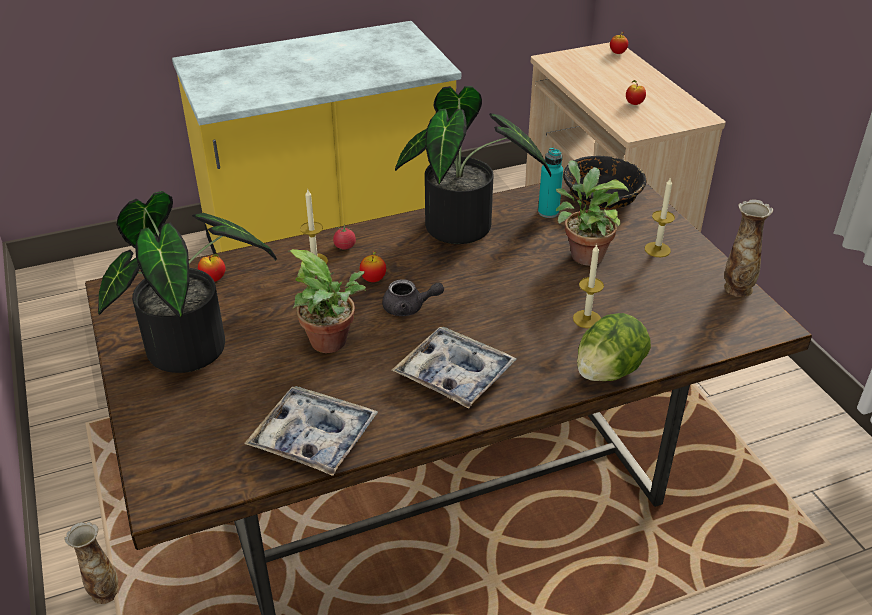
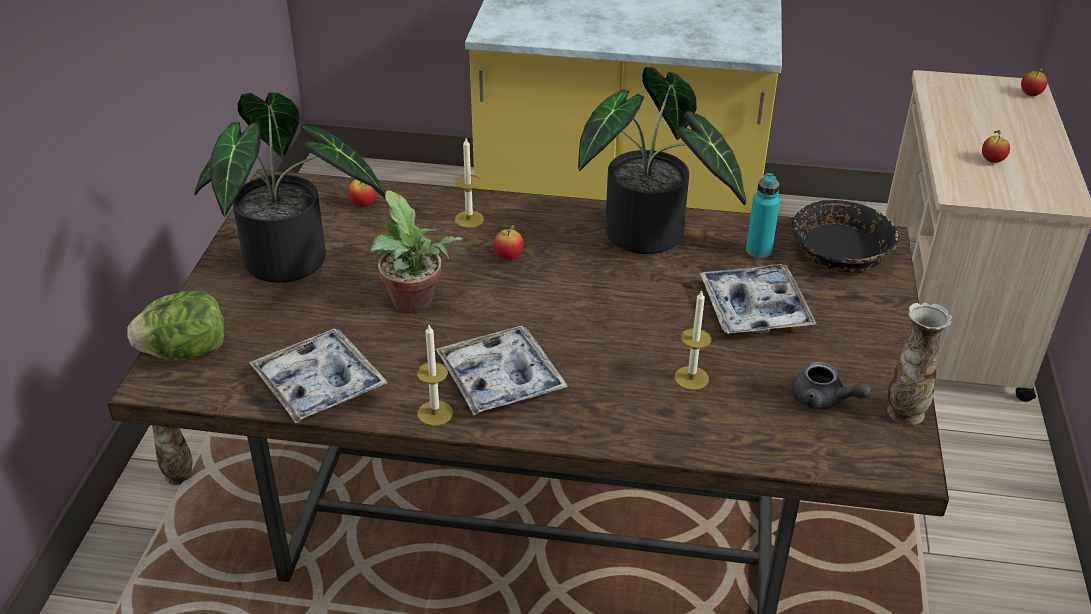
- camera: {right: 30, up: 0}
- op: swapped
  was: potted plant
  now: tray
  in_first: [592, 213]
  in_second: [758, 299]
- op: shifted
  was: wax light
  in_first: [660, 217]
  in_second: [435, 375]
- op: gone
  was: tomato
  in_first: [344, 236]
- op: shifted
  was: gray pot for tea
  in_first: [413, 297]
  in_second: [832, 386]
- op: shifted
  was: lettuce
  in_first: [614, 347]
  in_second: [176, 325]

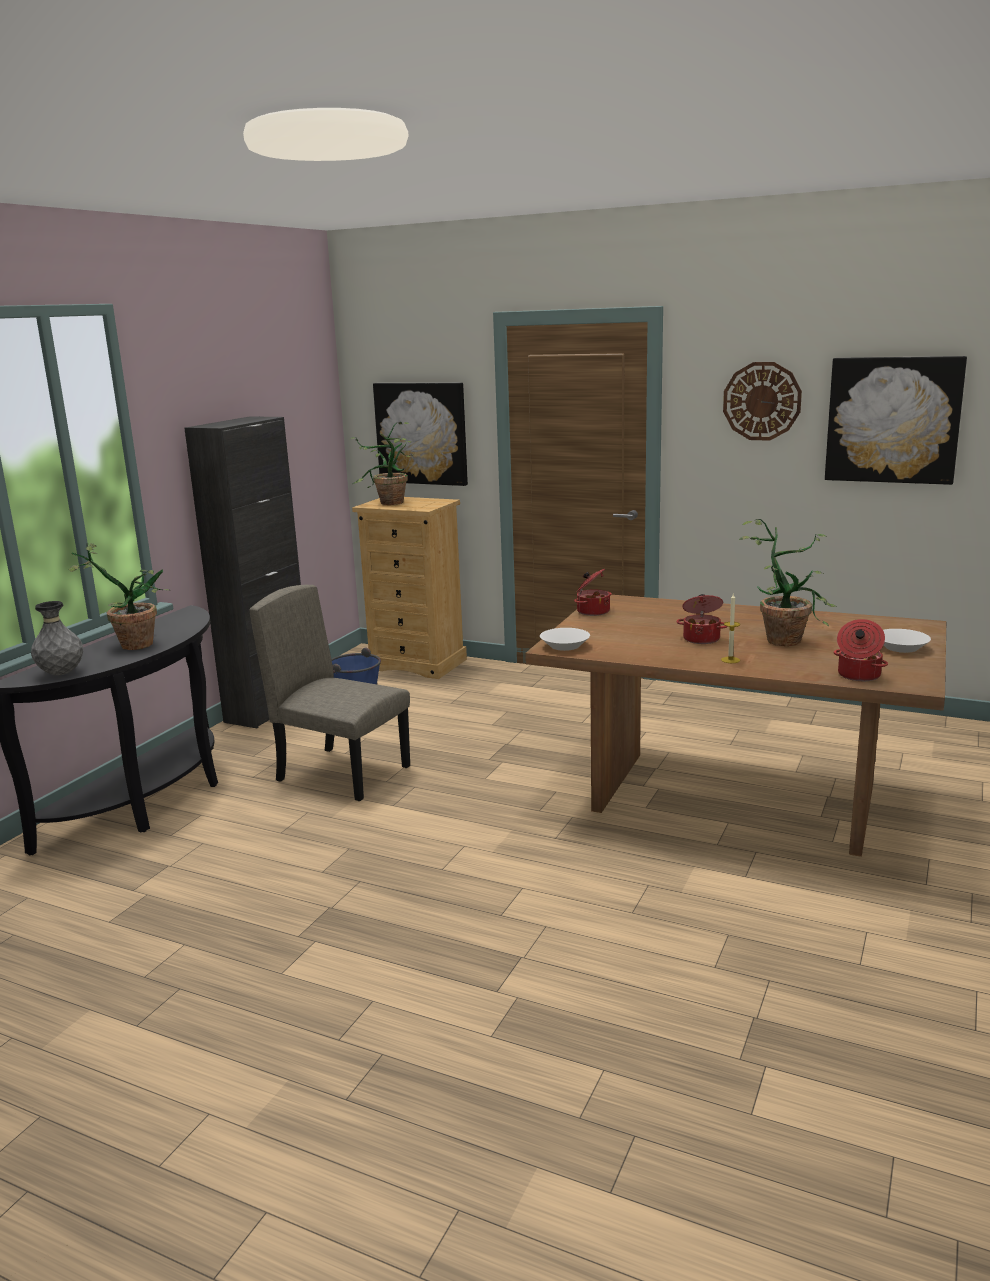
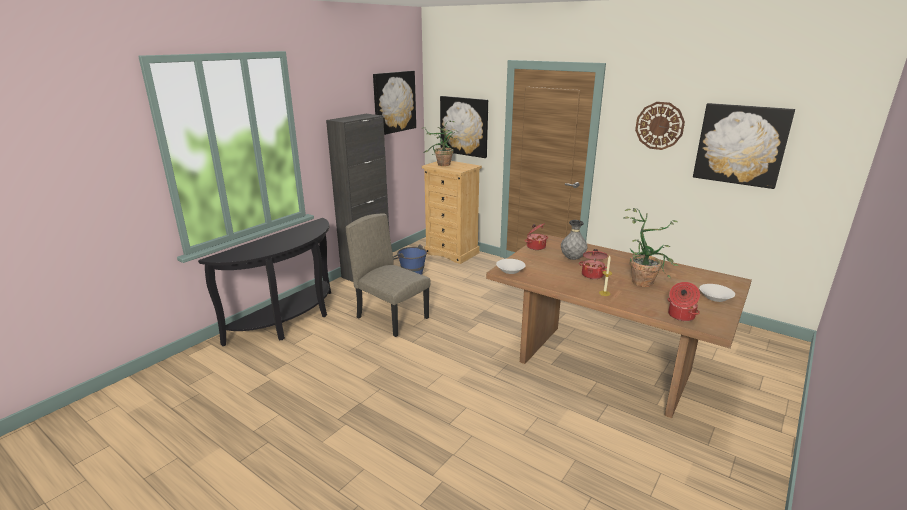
- camera: {right: 10, up: 5}
- op: gone
  was: potted plant
  in_first: [120, 596]
- op: shifted
  was: gray flower vase
  in_first: [57, 638]
  in_second: [574, 240]
- op: new
  now: picture
  in_second: [394, 103]

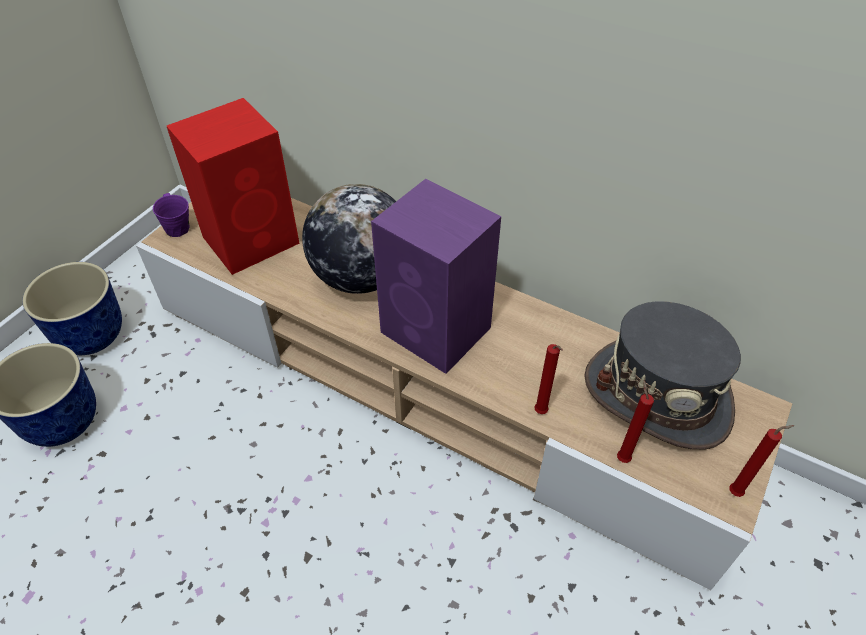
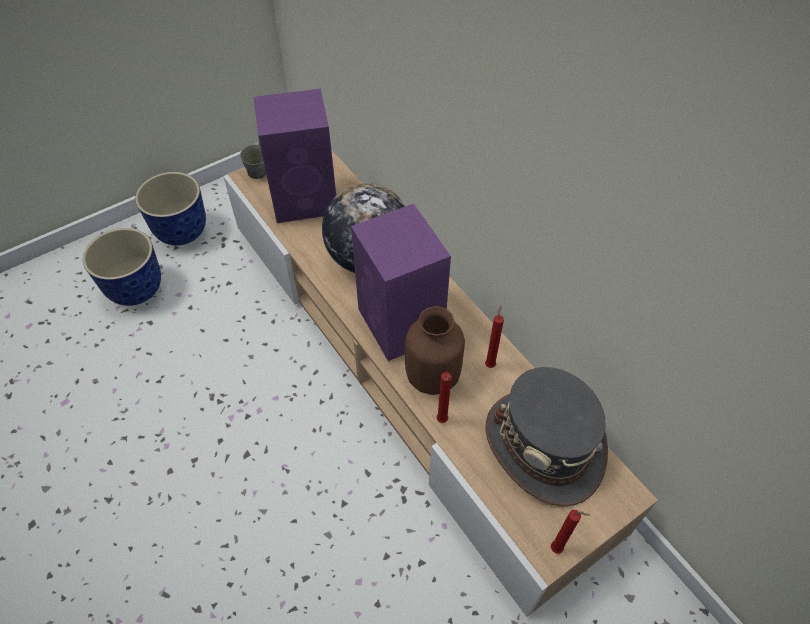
- camera: {right: 25, up: 5}
- op: repainted
  was: red loudspeaker
  now: purplish loudspeaker
  in_first: [233, 186]
  in_second: [294, 156]
- op: repainted
  was: purplish tea mug
  now: gray tea mug
  in_first: [171, 215]
  in_second: [253, 160]
- op: shifted
  was: red wax light
  in_first: [635, 421]
  in_second: [494, 336]
- op: new
  now: brown flower vase
  in_second: [435, 350]

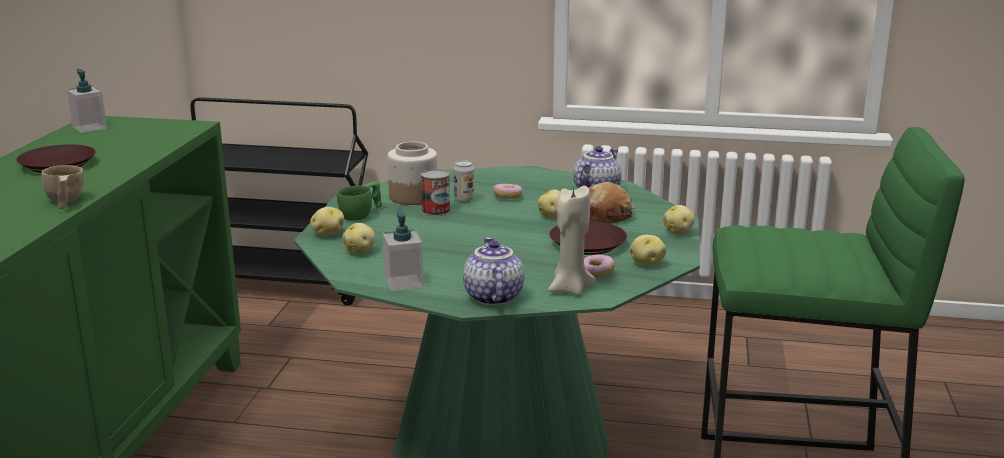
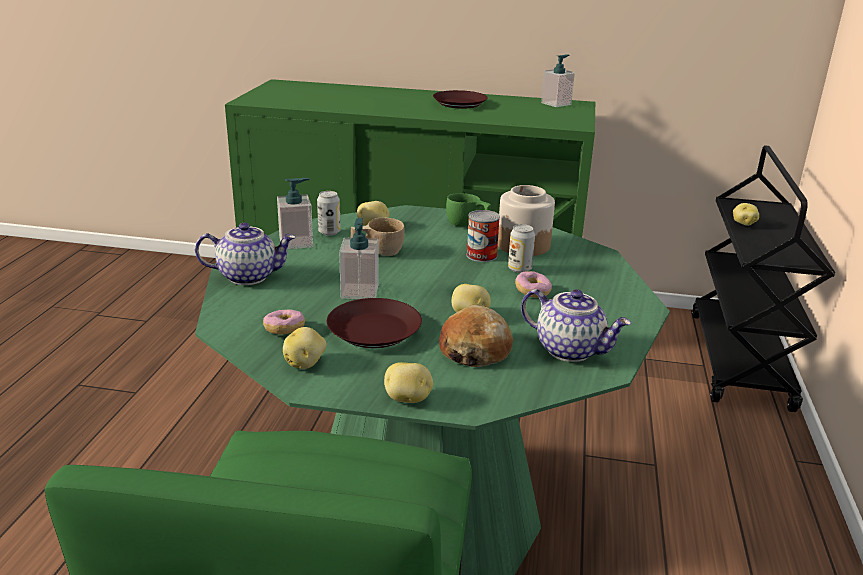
- camera: {right: 90, up: 5}
- op: shifted
  was: beige-coloured small cup
  in_first: [62, 187]
  in_second: [378, 236]
- op: gone
  was: beige-coloured wax light
  in_first: [572, 240]
- op: shifted
  was: spud
  in_first: [327, 221]
  in_second: [746, 214]
- op: new
  now: sealed can
  in_second: [328, 213]
- op: new
  now: liquid soap bottle
  in_second: [359, 258]

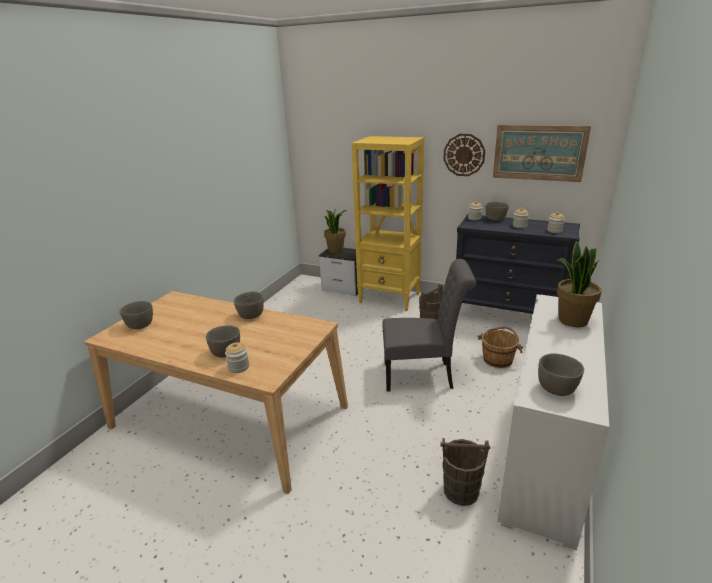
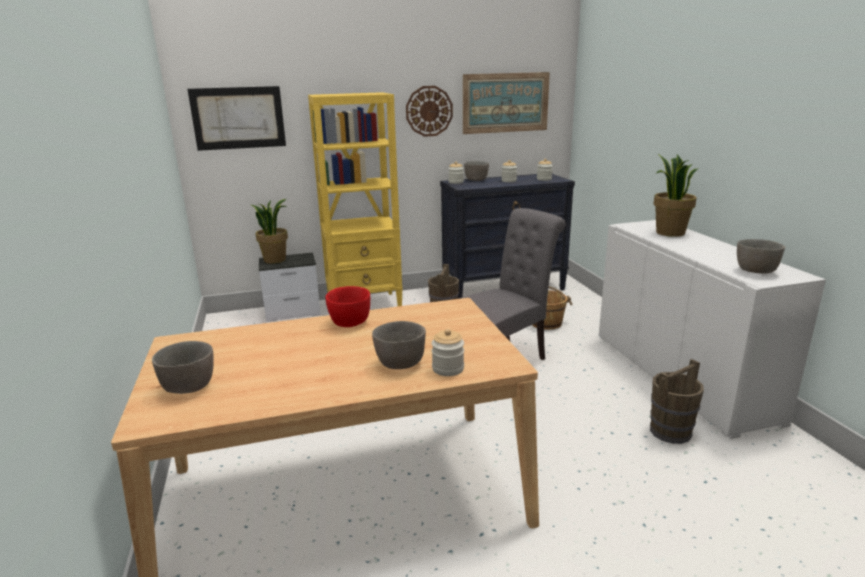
- camera: {right: -40, up: -5}
- op: repainted
  was: gray deep dish
  now: red deep dish
  in_first: [249, 305]
  in_second: [347, 306]
- op: new
  now: picture
  in_second: [236, 118]

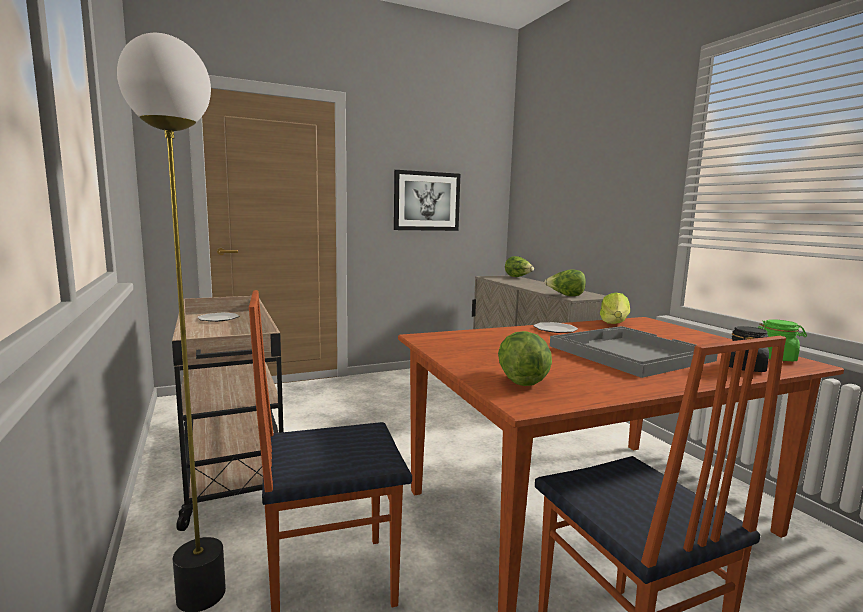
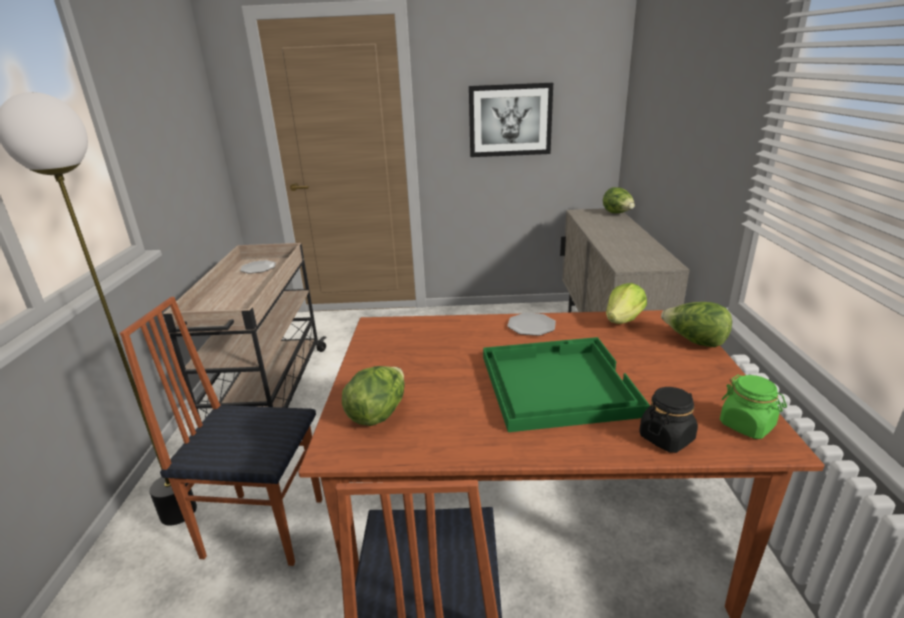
- camera: {right: 25, up: 15}
- op: shifted
  was: lettuce
  in_first: [565, 282]
  in_second: [696, 324]
- op: repainted
  was: gray tray
  now: green tray
  in_first: [634, 352]
  in_second: [566, 384]

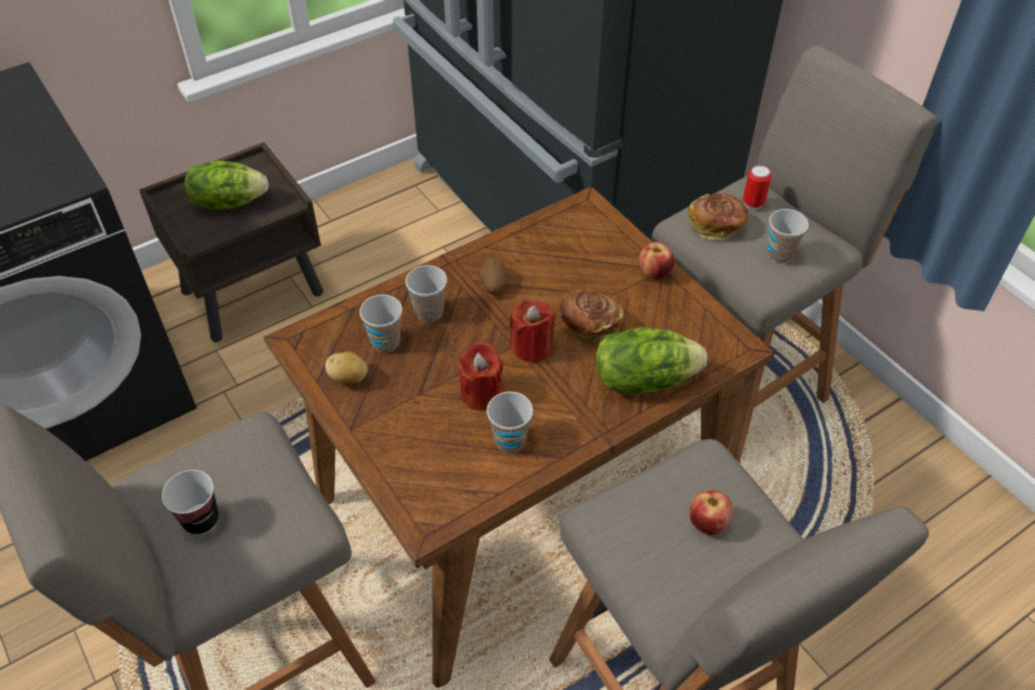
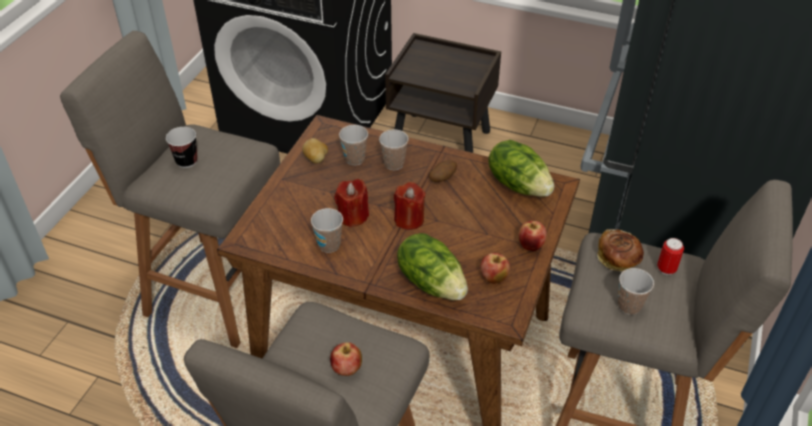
- camera: {right: 55, up: -5}
- op: shifted
  was: lettuce
  in_first: [226, 185]
  in_second: [521, 168]
- op: gone
  was: bread
  in_first: [592, 316]
- op: new
  now: apple fruit
  in_second: [495, 268]

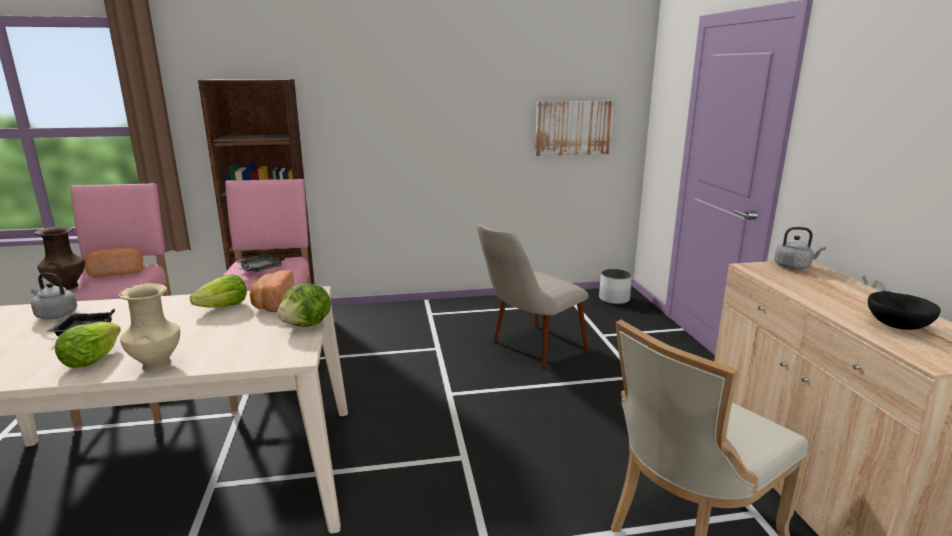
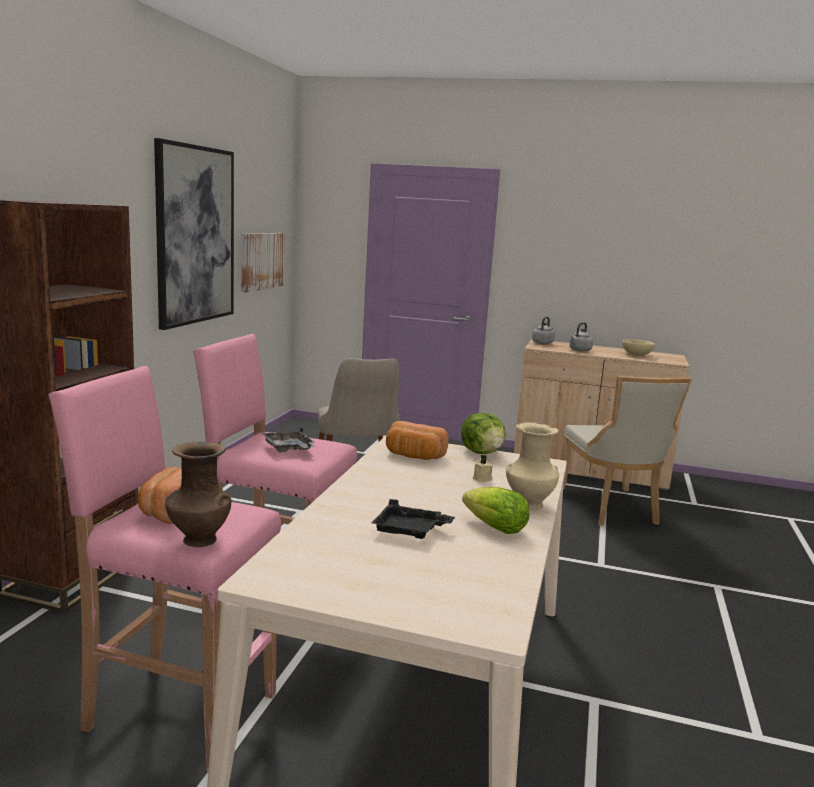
- camera: {right: -65, up: -5}
- op: gone
  was: white-coloured flower pot
  in_first: [615, 287]
- op: shifted
  was: gray tea kettle
  in_first: [54, 296]
  in_second: [581, 337]
- op: gone
  was: lettuce
  in_first: [218, 291]
- op: repainted
  was: black deep dish
  now: beige-coloured deep dish
  in_first: [904, 310]
  in_second: [638, 347]
- op: new
  now: picture
  in_second: [194, 234]
- op: new
  now: beige-coloured wax light
  in_second: [483, 468]

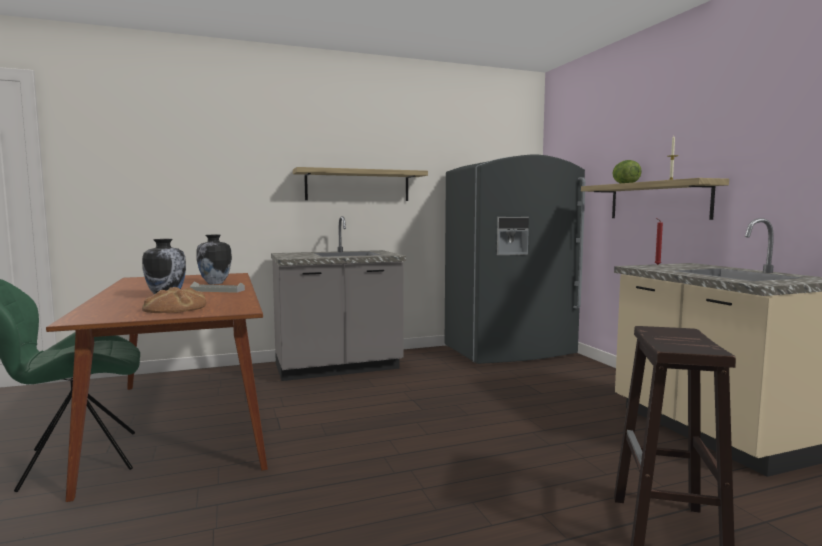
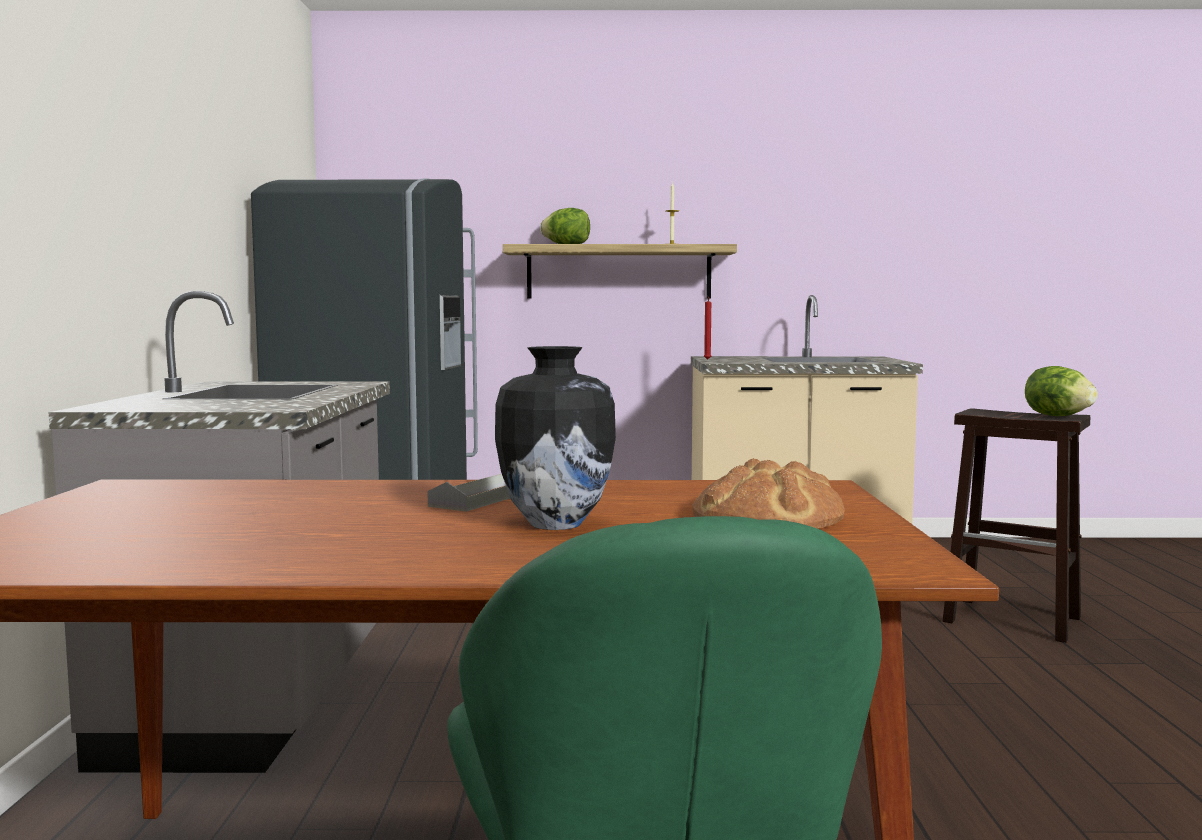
- camera: {right: -70, up: 0}
- op: gone
  was: bracket shelf
  in_first: [360, 184]
- op: gone
  was: flower vase
  in_first: [214, 259]
- op: new
  now: lettuce
  in_second: [1061, 391]

